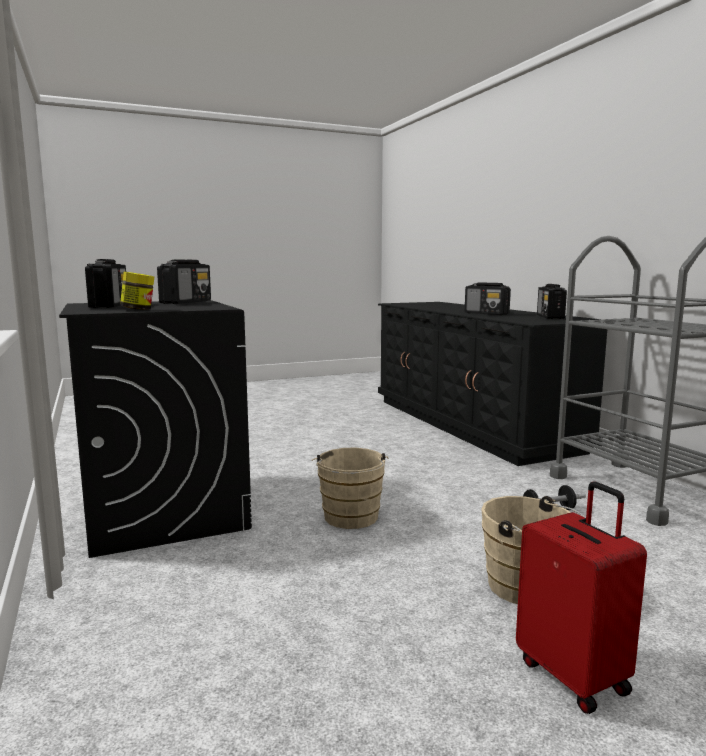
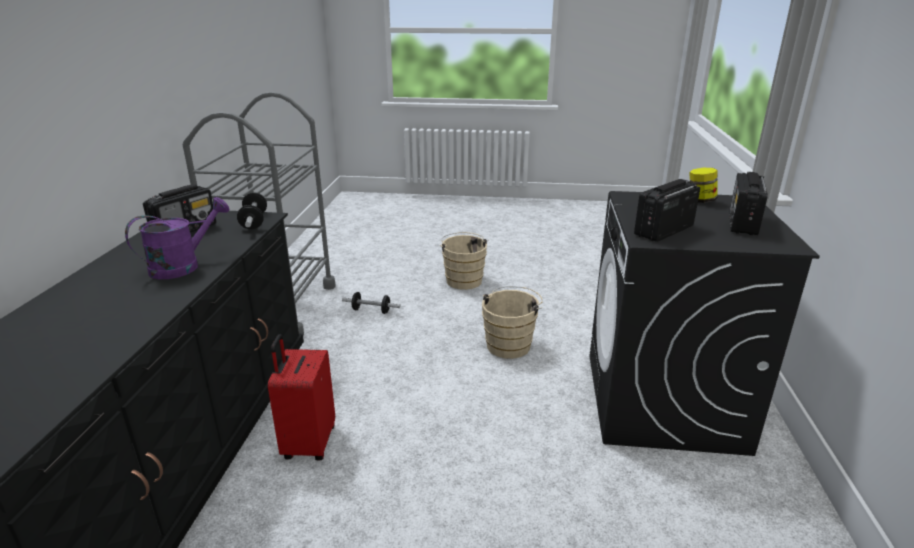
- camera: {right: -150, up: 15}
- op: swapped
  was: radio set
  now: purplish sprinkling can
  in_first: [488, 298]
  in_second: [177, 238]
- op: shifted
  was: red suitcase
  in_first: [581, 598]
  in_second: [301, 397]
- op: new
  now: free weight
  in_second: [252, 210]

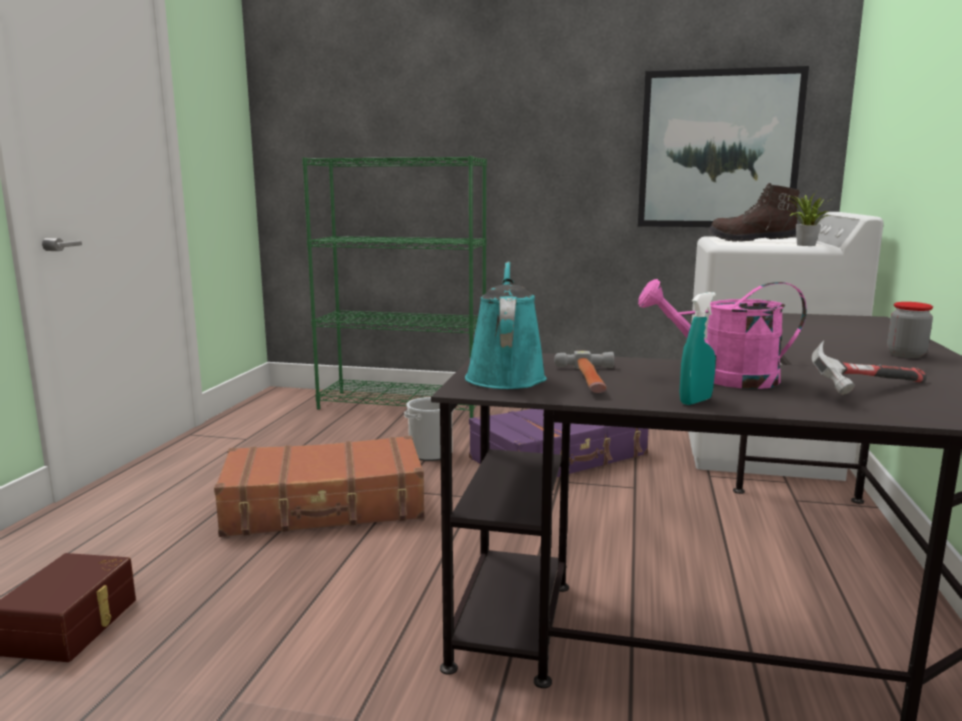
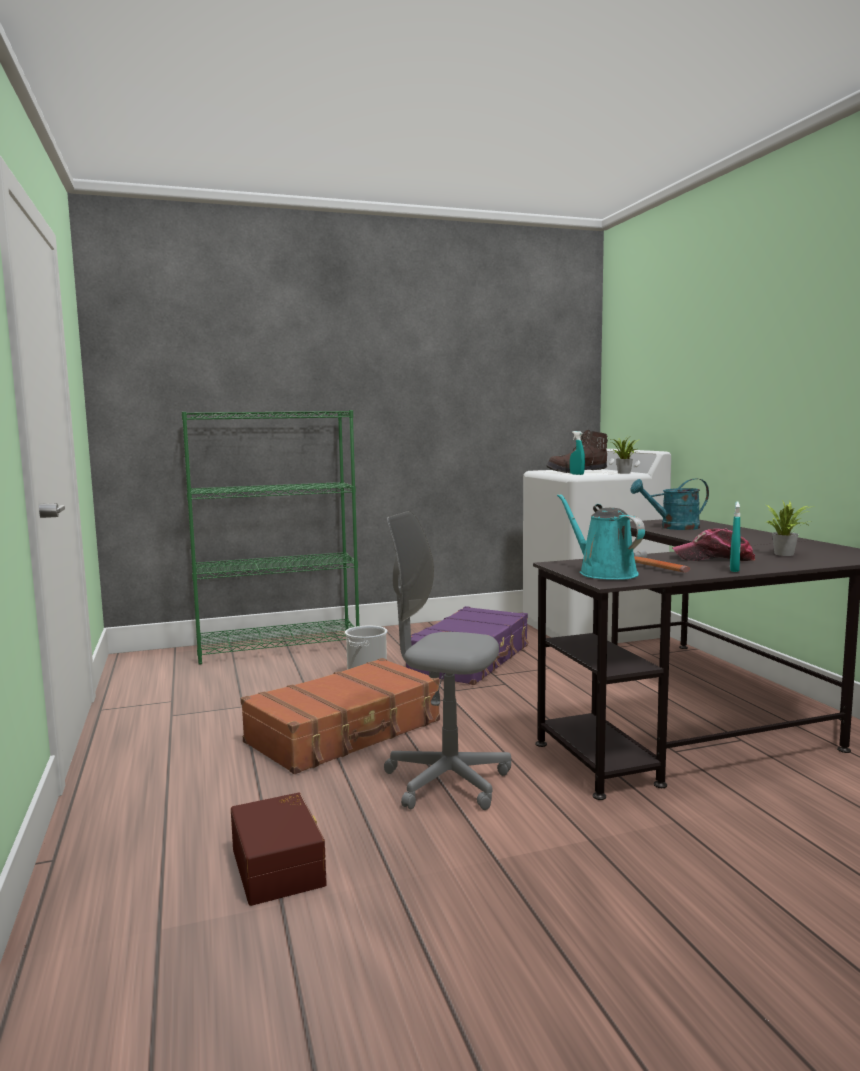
- camera: {right: -30, up: -5}
- op: gone
  was: picture
  in_first: [723, 146]
- op: swapped
  was: pinkish sprinkling can
  now: cap
  in_first: [722, 334]
  in_second: [713, 544]
- op: gone
  was: storage jar
  in_first: [910, 330]
- op: swapped
  was: tool hammer
  now: potted plant
  in_first: [869, 367]
  in_second: [789, 528]
- op: new
  now: turquoise-coloured sprayer
  in_second: [577, 453]
- op: new
  now: turquoise-coloured sprinkling can
  in_second: [669, 504]
- op: new
  now: gray office chair
  in_second: [447, 660]

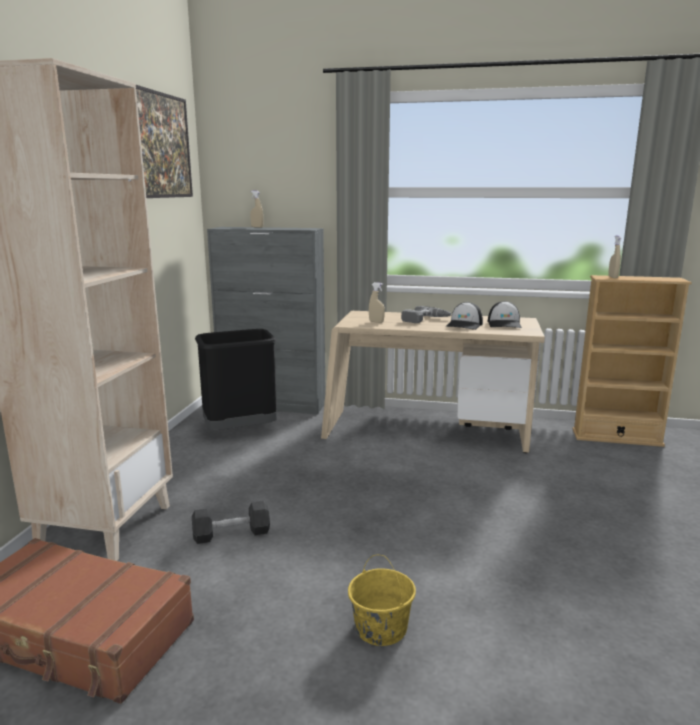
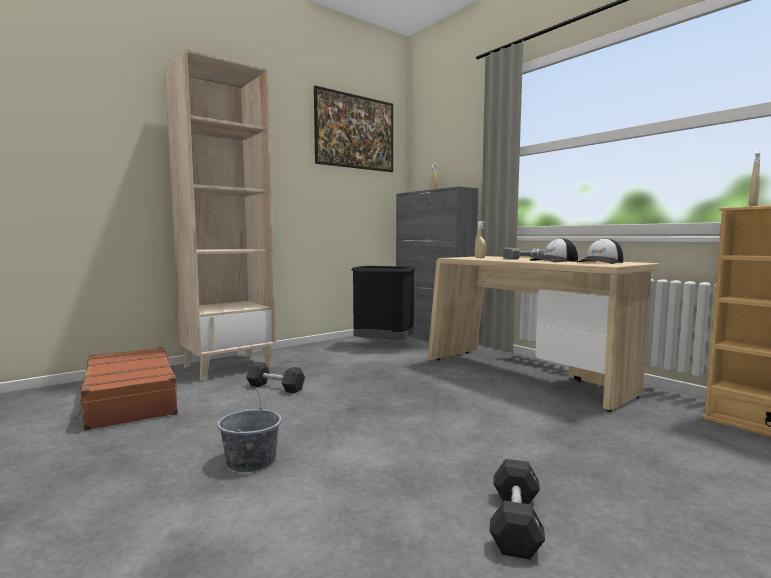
- camera: {right: 40, up: -10}
- op: repainted
  was: yellow-coloured bucket
  now: gray bucket
  in_first: [382, 600]
  in_second: [249, 430]
- op: new
  now: black free weight
  in_second: [517, 509]

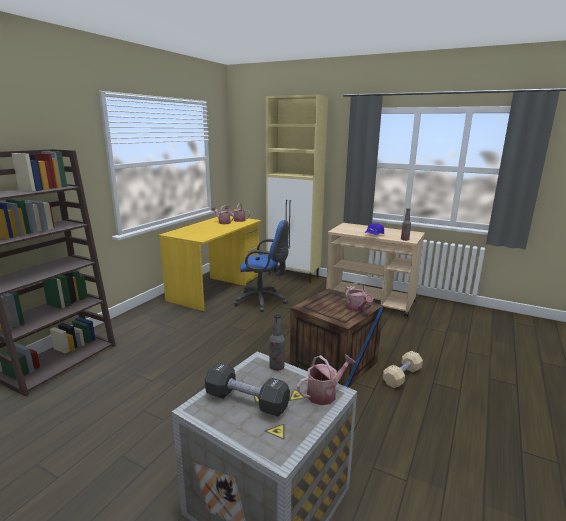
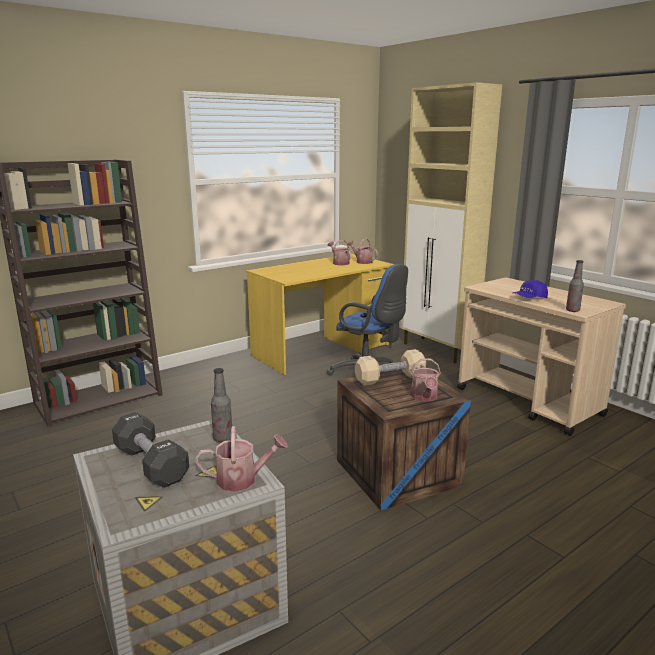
- camera: {right: 25, up: 0}
- op: shifted
  was: beige-coloured free weight
  in_first: [403, 369]
  in_second: [390, 367]

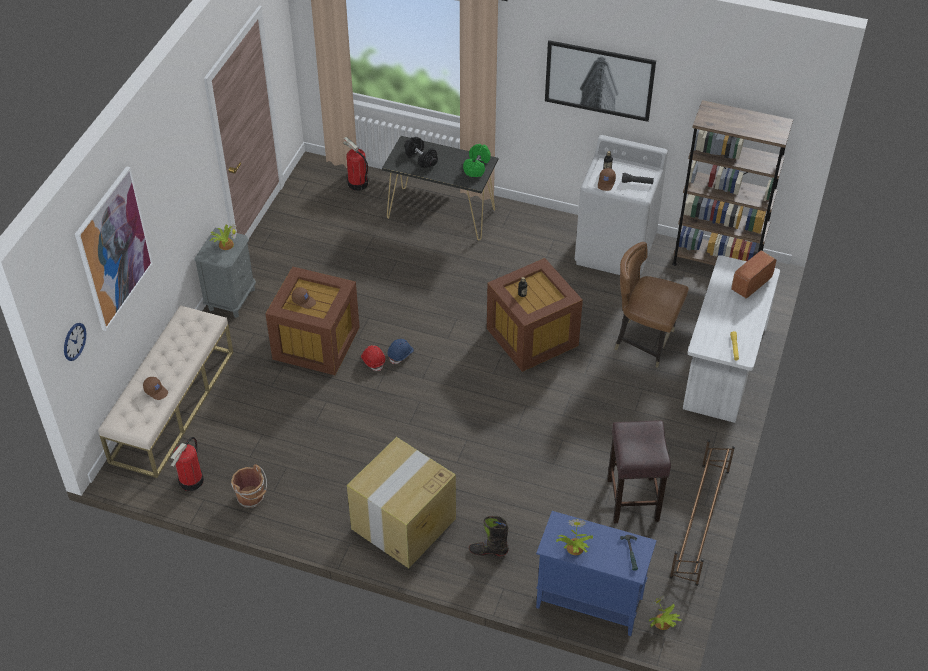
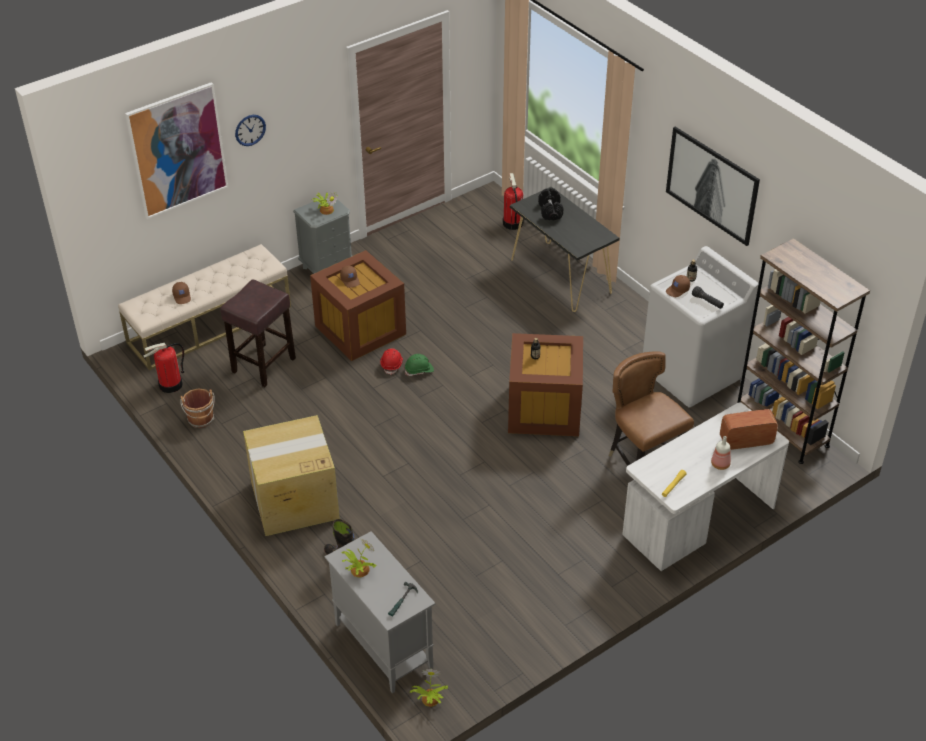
- camera: {right: 35, up: -5}
- op: gone
  was: green free weight
  in_first: [476, 160]
- op: shifted
  was: wall clock
  in_first: [75, 342]
  in_second: [250, 130]
- op: repainted
  was: blue hard hat
  now: green hard hat
  in_first: [401, 351]
  in_second: [419, 365]
- op: shifted
  was: brown sitting stool
  in_first: [639, 471]
  in_second: [258, 333]
- op: gone
  was: brown shoe stand
  in_first: [702, 512]
- op: repainted
  was: blue cabinet
  now: gray cabinet
  in_first: [596, 573]
  in_second: [380, 612]
- op: new
  now: beverage bottle
  in_second: [721, 453]

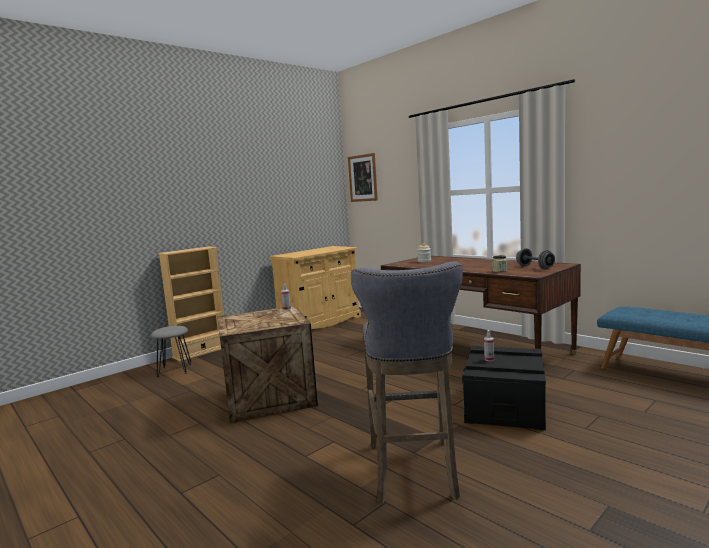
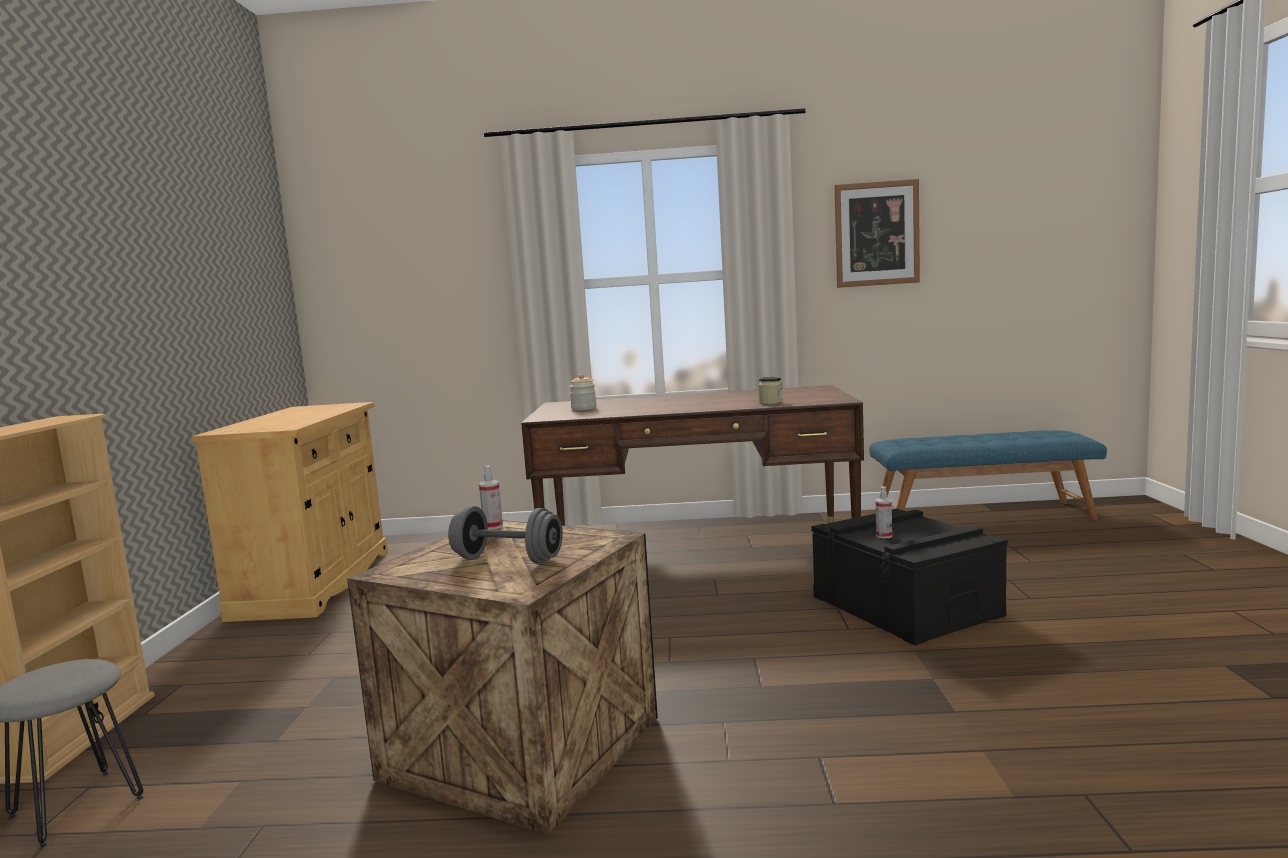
- camera: {right: -45, up: 0}
- op: shifted
  was: picture
  in_first: [363, 177]
  in_second: [877, 233]
- op: shifted
  was: gray free weight
  in_first: [535, 258]
  in_second: [505, 534]
- op: gone
  was: gray sitting stool
  in_first: [407, 382]

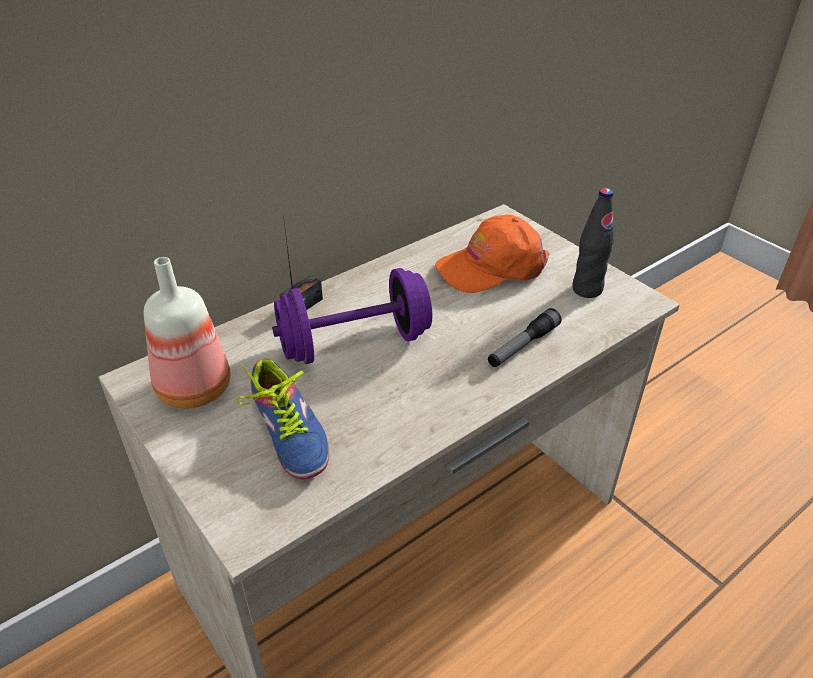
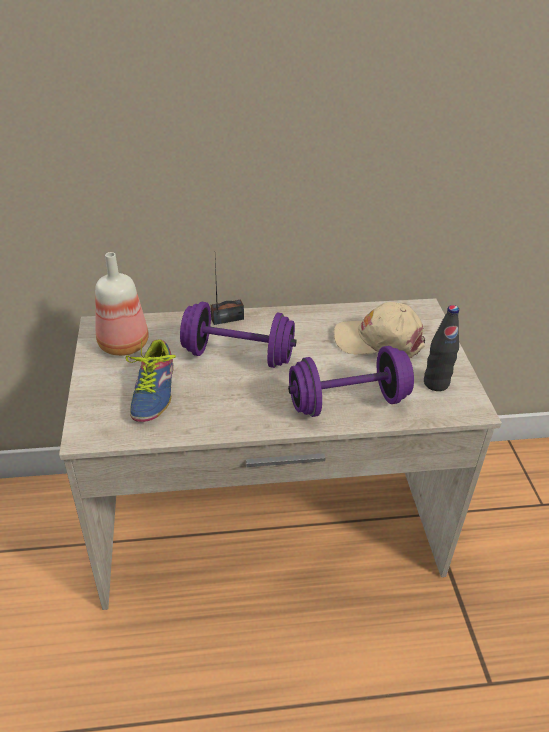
- camera: {right: 30, up: 0}
- op: repainted
  was: orange-coloured cap
  now: beige-coloured cap
  in_first: [492, 254]
  in_second: [379, 330]
- op: swapped
  was: torch
  now: purplish free weight
  in_first: [525, 337]
  in_second: [351, 381]

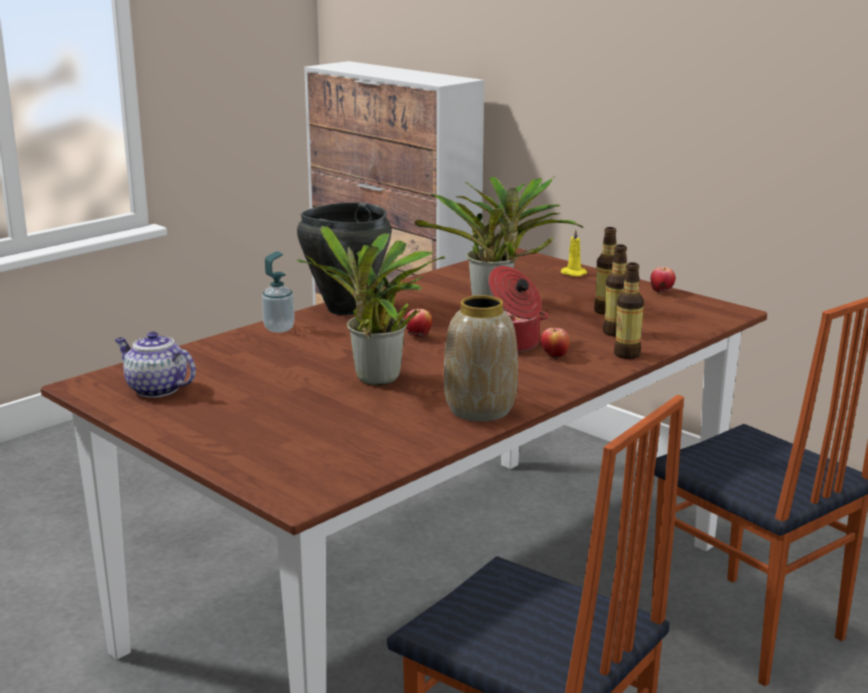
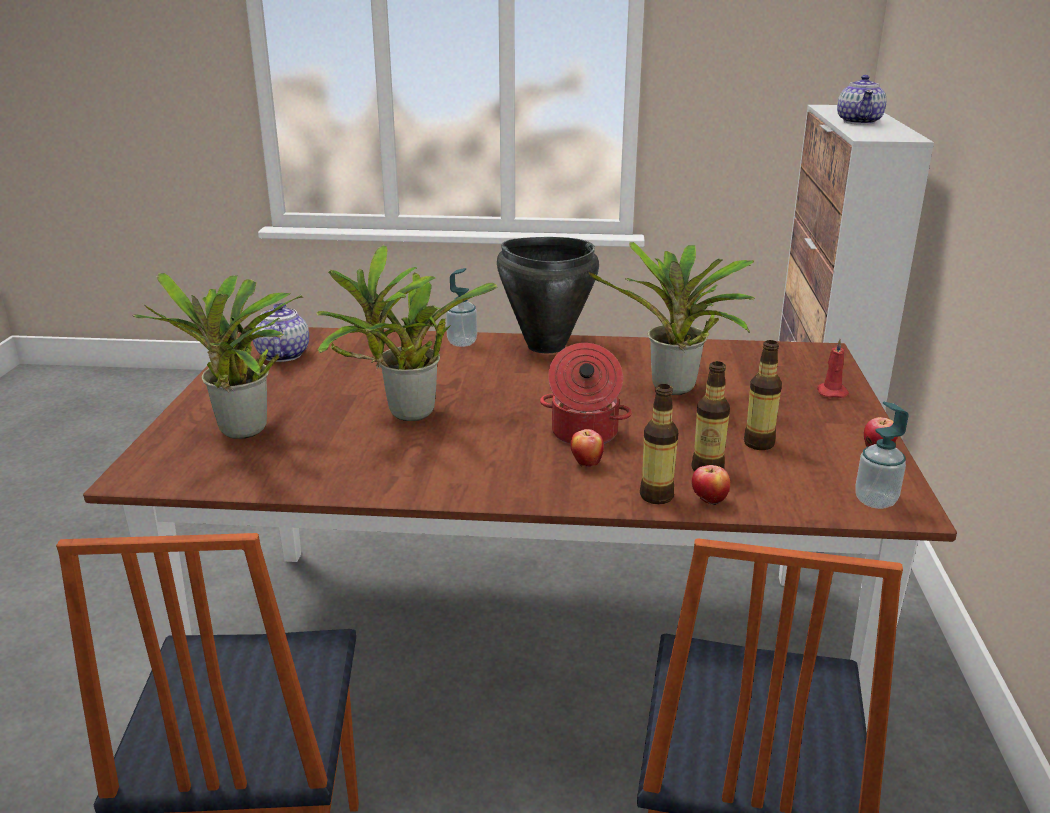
- camera: {right: 50, up: 5}
- op: repainted
  was: yellow-coloured wax light
  now: red wax light
  in_first: [574, 253]
  in_second: [833, 368]
- op: gone
  was: flower vase
  in_first: [481, 358]
- op: shifted
  was: apple fruit
  in_first: [418, 323]
  in_second: [711, 485]
- op: new
  now: pot for tea
  in_second: [862, 100]
- op: new
  now: potted plant
  in_second: [218, 356]
- op: new
  now: liquid soap bottle
  in_second: [881, 455]

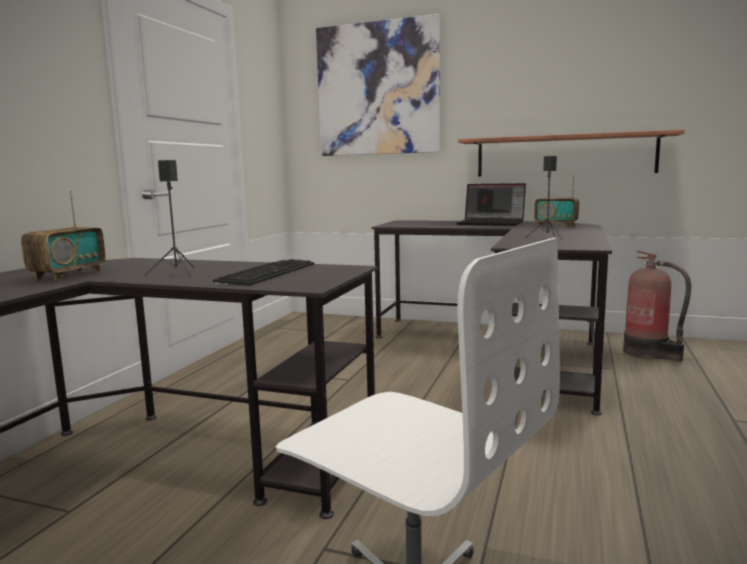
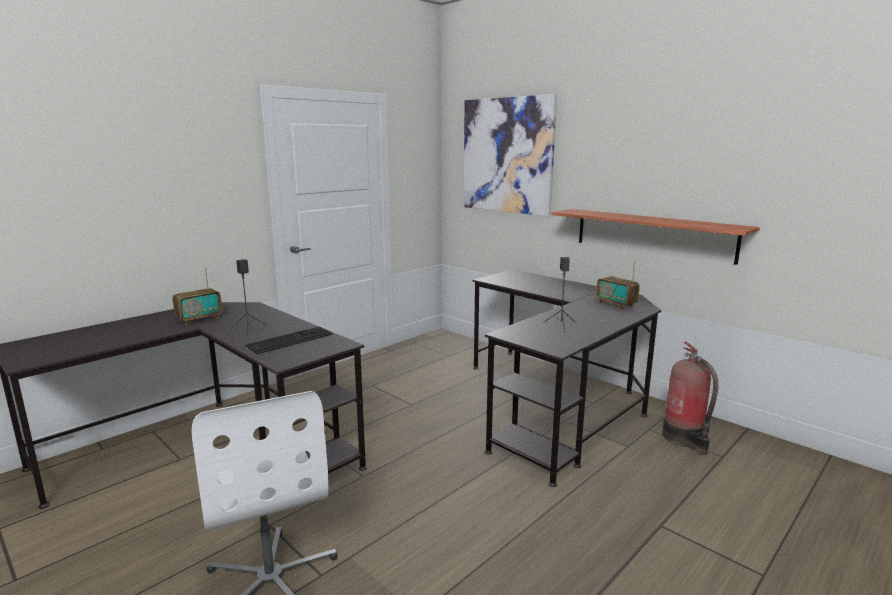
- camera: {right: 25, up: 5}
- op: gone
  was: portable computer
  in_first: [491, 204]

